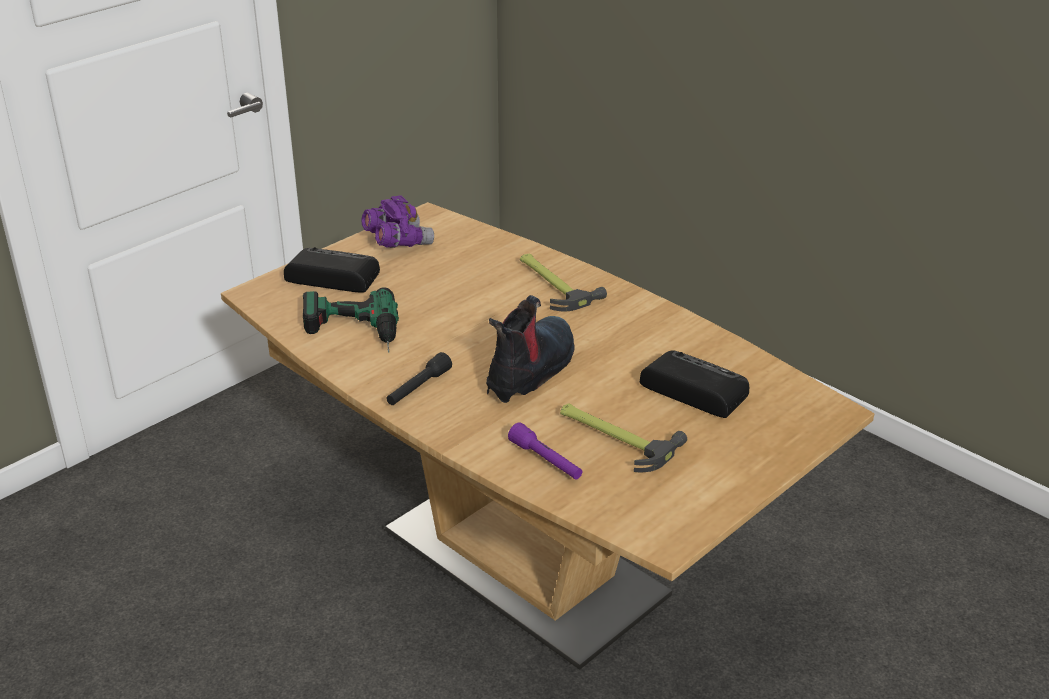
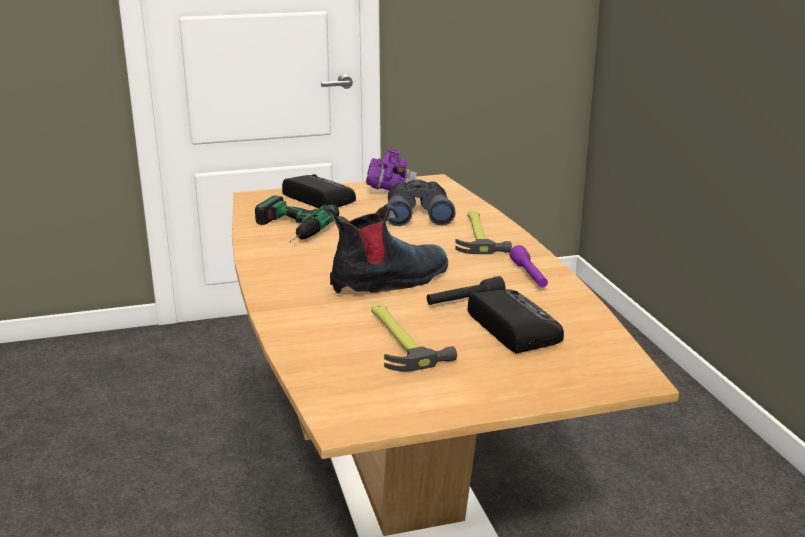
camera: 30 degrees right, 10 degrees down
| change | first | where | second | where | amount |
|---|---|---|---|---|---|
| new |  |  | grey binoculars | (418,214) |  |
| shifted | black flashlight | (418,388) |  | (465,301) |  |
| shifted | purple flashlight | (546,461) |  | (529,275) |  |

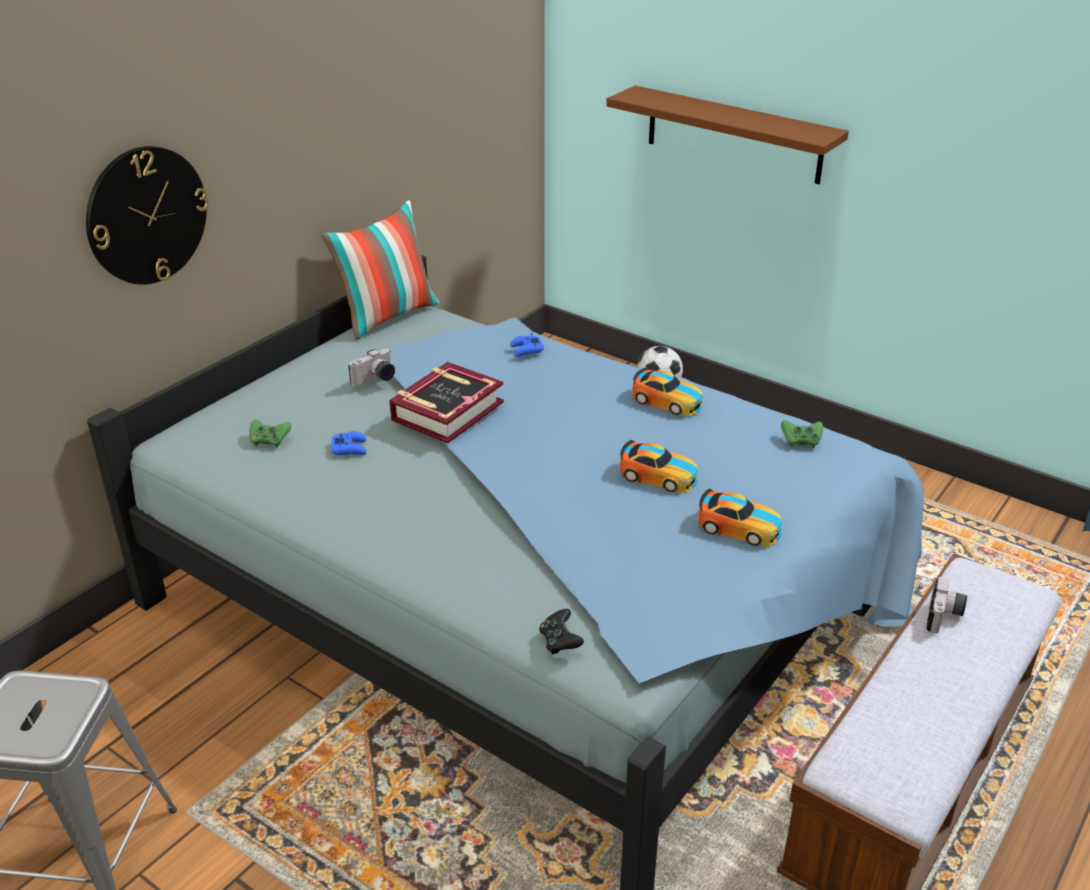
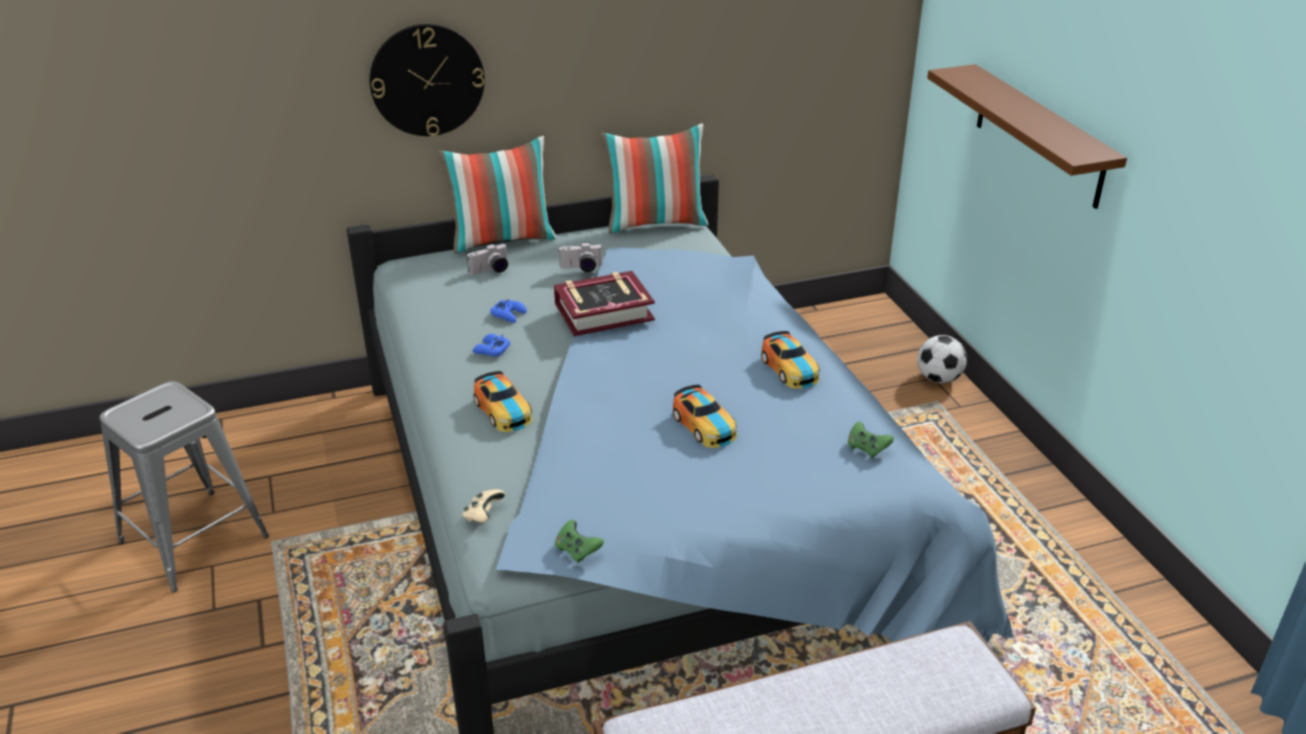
camera: 35 degrees right, 0 degrees up
| change | first | where | second | where | amount |
|---|---|---|---|---|---|
| new |  |  | pillow | (502,240) |  |
| shifted | green game controller | (269,441) |  | (577,550) |  |
| shifted | blue game controller | (526,350) |  | (491,350) |  |
| shifted | toy car | (739,527) |  | (503,411) |  |
| shifted | photo camera | (944,616) |  | (491,271) |  |
| repainted | black game controller | (560,642) | beige game controller | (483,515) |  |

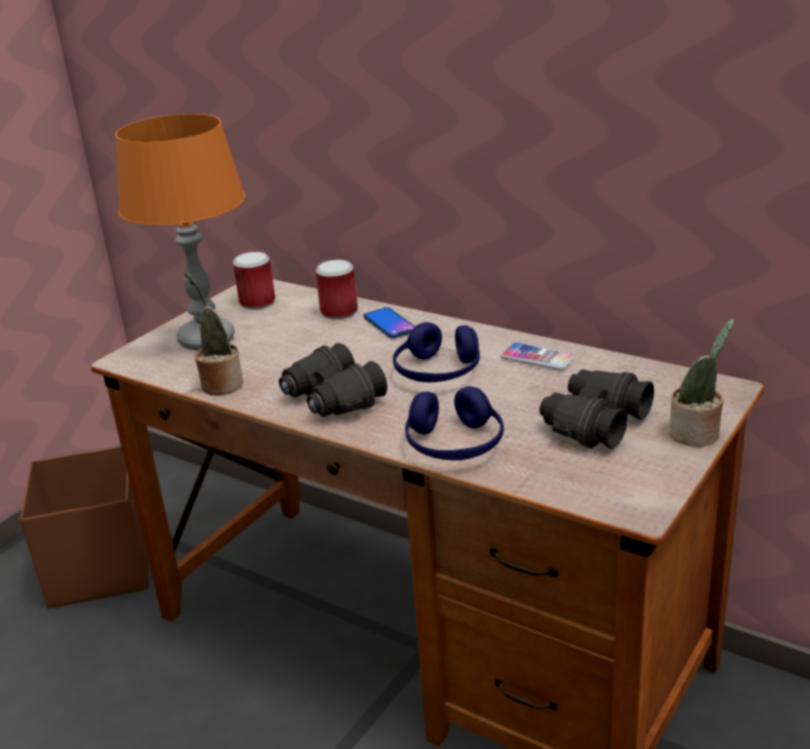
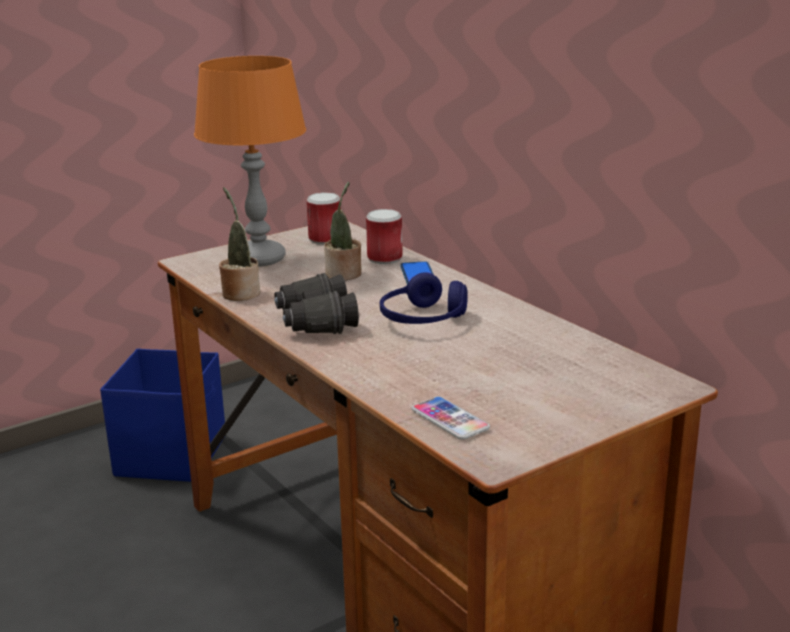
camera: 20 degrees right, 5 degrees down
| change | first | where | second | where | amount |
|---|---|---|---|---|---|
| gone | blue headphones | (454,445) |  |  |  |
| gone | black binoculars | (594,423) |  |  |  |
| shifted | phone | (537,358) |  | (450,419) |  |
| shifted | potted plant | (697,435) |  | (344,275) |  |
| repainted | brown storage box | (101,566) | blue storage box | (173,455) |  |

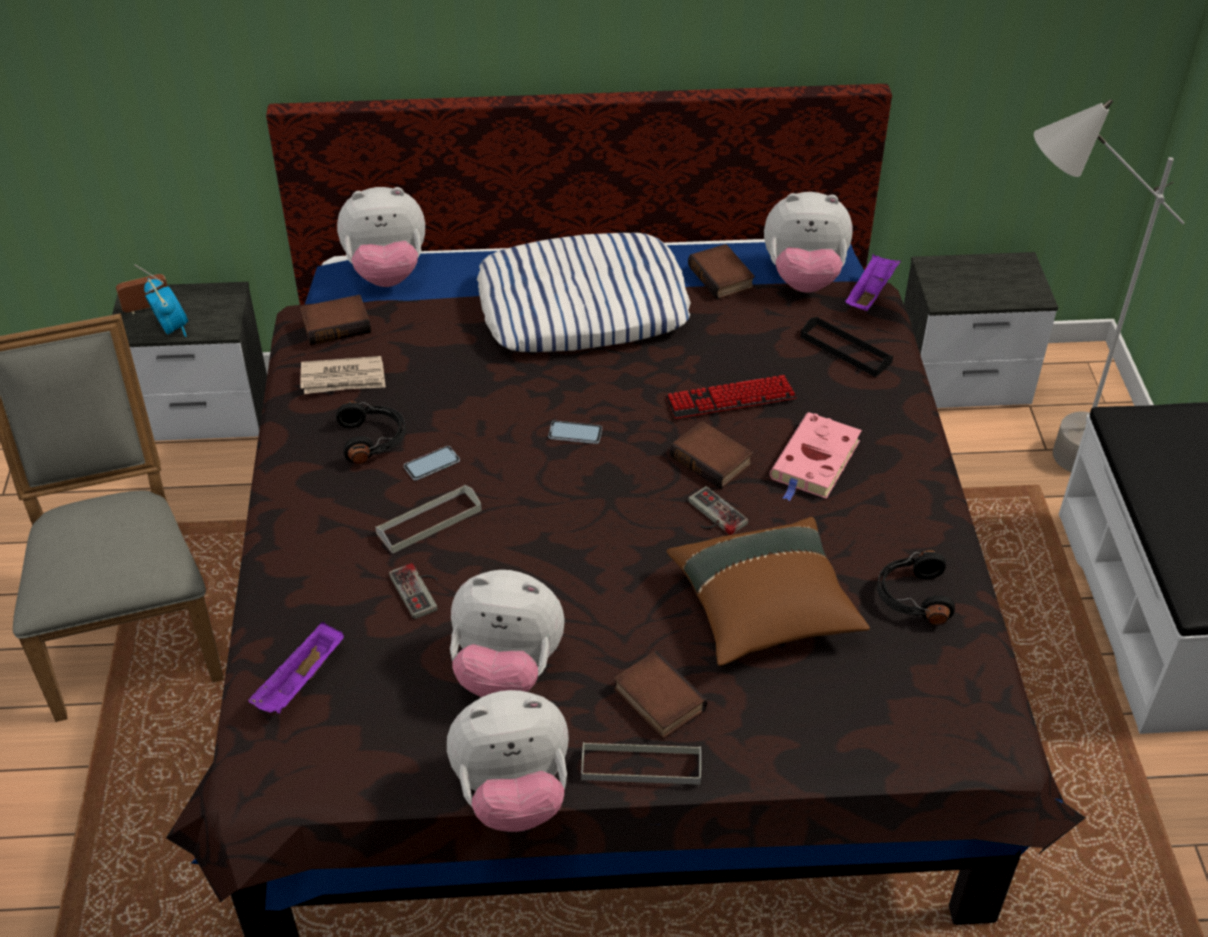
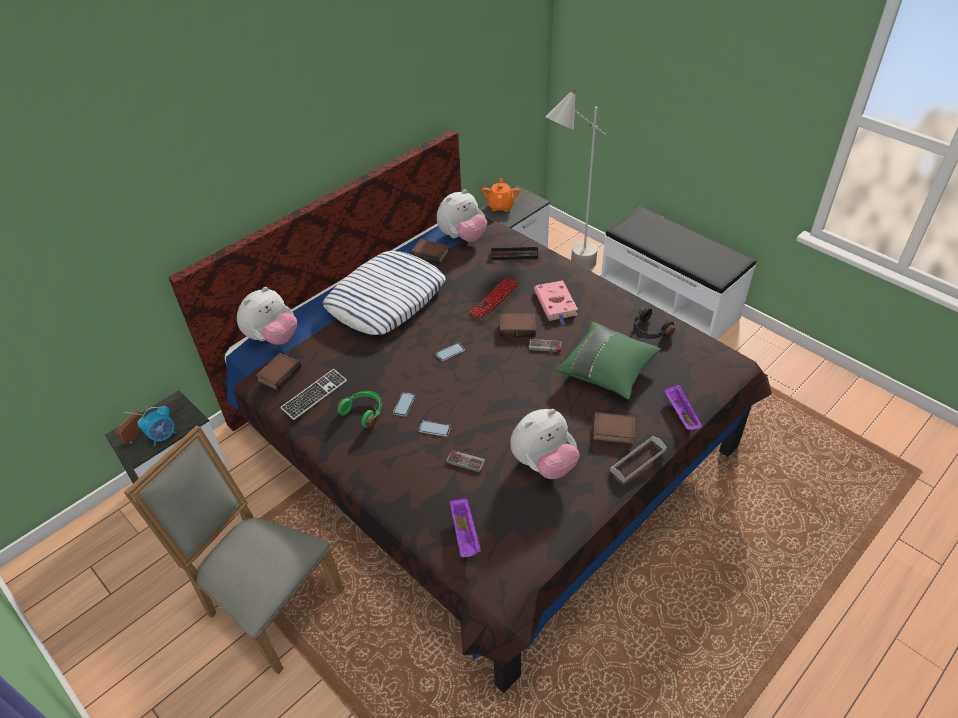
camera: 40 degrees left, 0 degrees up
| change | first | where | second | where | amount |
|---|---|---|---|---|---|
| gone | plush toy | (513,794) |  |  |  |
| new |  |  | orange teapot | (500,206) |  |
| shifted | purple tray | (870,294) |  | (680,413) |  |
| swapped | newspaper | (343,379) | keyboard | (314,395) |  |
| swapped | grey tray | (429,522) | phone | (434,428) |  |
| repainted | black headphones | (373,440) | green headphones | (364,412) |  |
| repainted | brown pillow | (764,610) | green pillow | (607,371) |  |
| rotated | alarm clock | (172,328) |  | (163,436) | 120 degrees clockwise |

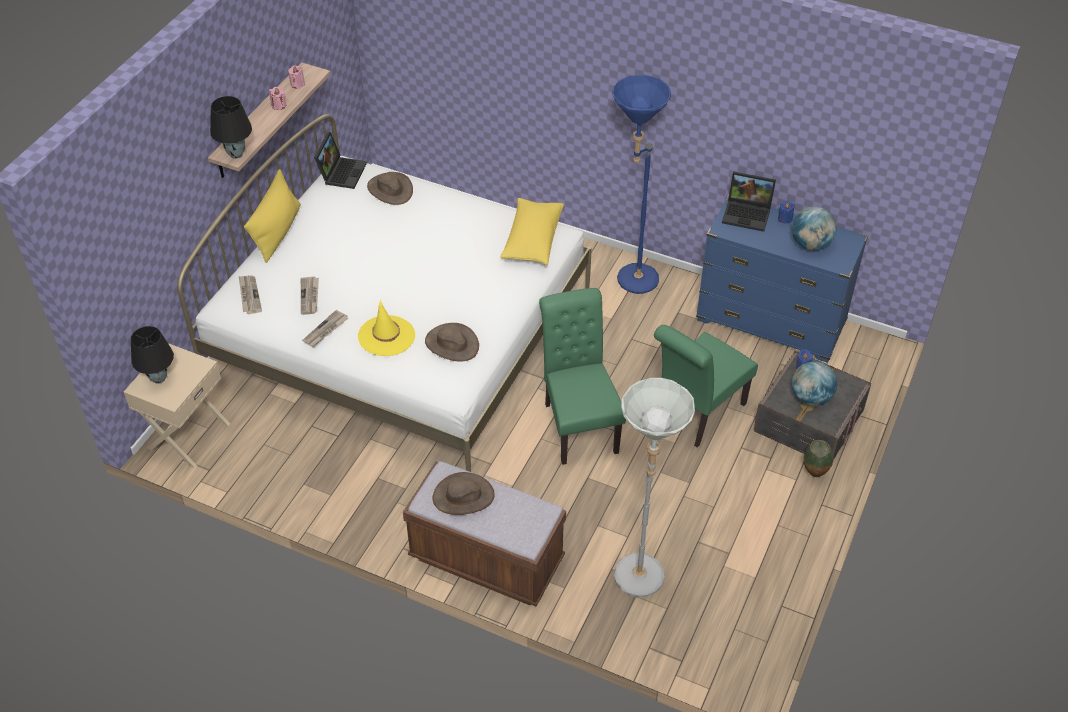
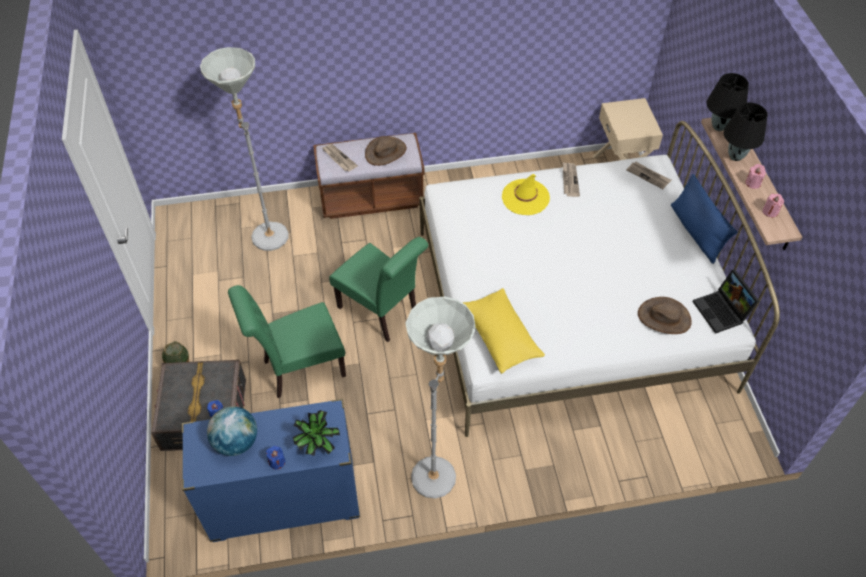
camera: 145 degrees right, 5 degrees up
| change | first | where | second | where | amount |
|---|---|---|---|---|---|
| gone | brown hat | (451,344) |  |  |  |
| gone | globe | (810,398) |  |  |  |
| shifted | black table lamp | (159,378) |  | (735,156) |  |
| shifted | newspaper | (310,297) |  | (339,158) |  |
| swapped | laptop | (748,213) | potted plant | (317,446) |  |
| repainted | yellow pillow | (277,232) | blue pillow | (696,232) |  |
| repainted | blue floor lamp | (630,283) | grey floor lamp | (437,469) |  |
| rotated | green chair | (696,414) |  | (298,369) | 120 degrees counterclockwise |

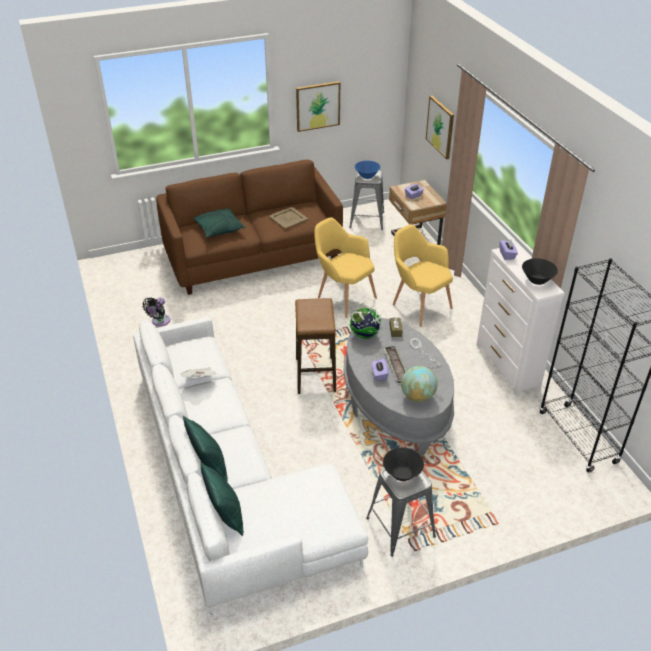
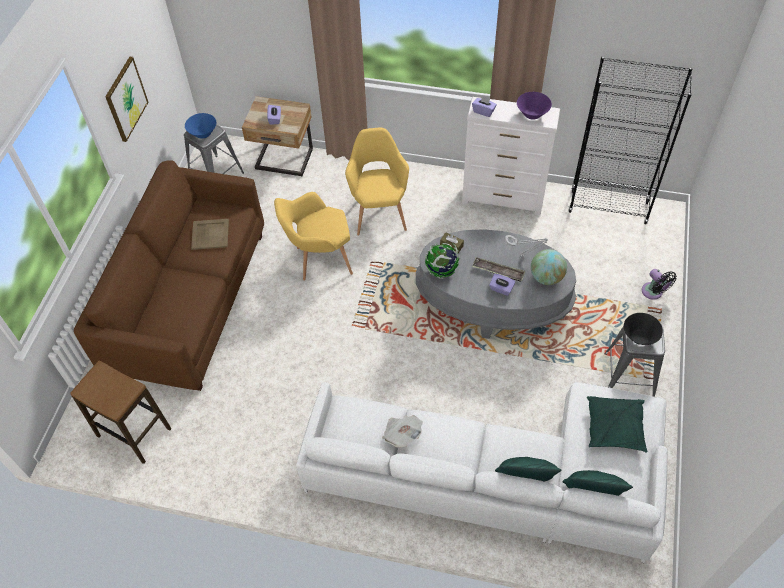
camera: 55 degrees left, 15 degrees up
| change | first | where | second | where | amount |
|---|---|---|---|---|---|
| gone | picture | (440,127) |  |  |  |
| shifted | black fan | (159,321) |  | (653,293) |  |
| shifted | green pillow | (219,229) |  | (614,428) |  |
| shifted | stool | (315,375) |  | (134,432) |  |
| repainted | black bowl | (537,280) | purple bowl | (532,114) |  |
| rotated | yellow armchair | (418,305) |  | (379,211) | 90 degrees clockwise |

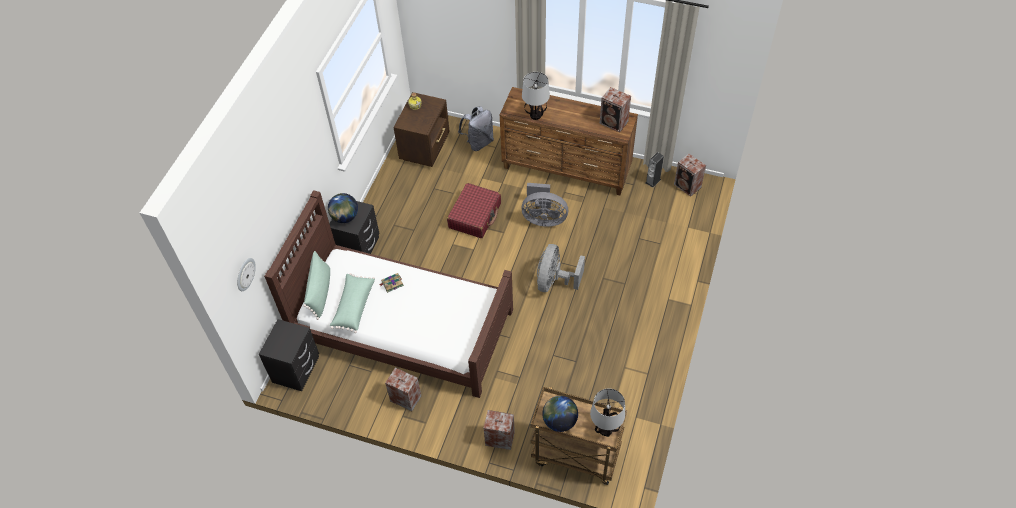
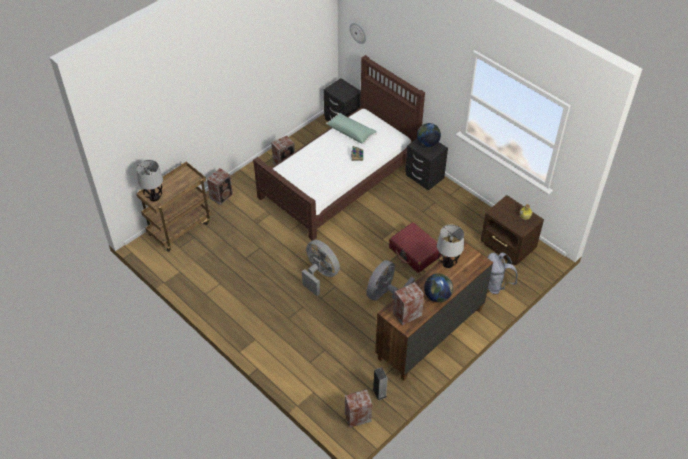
camera: 115 degrees right, 5 degrees down
| change | first | where | second | where | amount |
|---|---|---|---|---|---|
| gone | green pillow | (320,292) |  |  |  |
| shifted | globe | (559,421) |  | (437,296) |  |

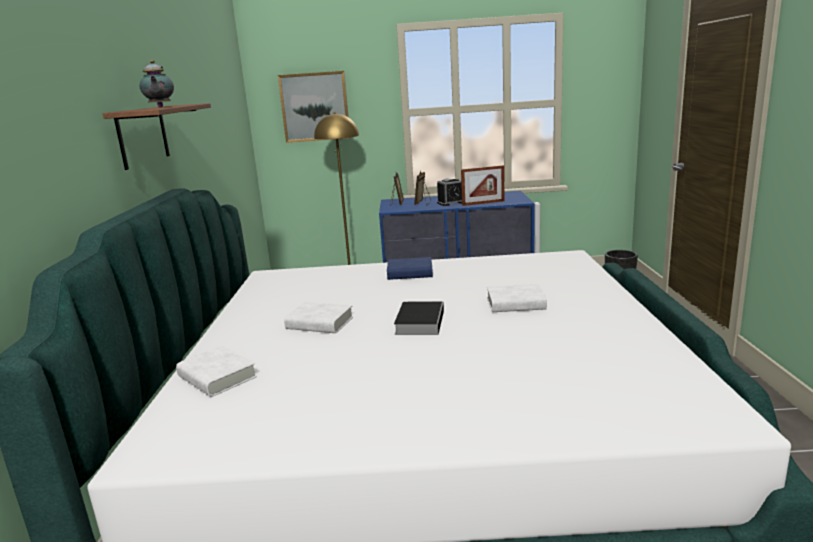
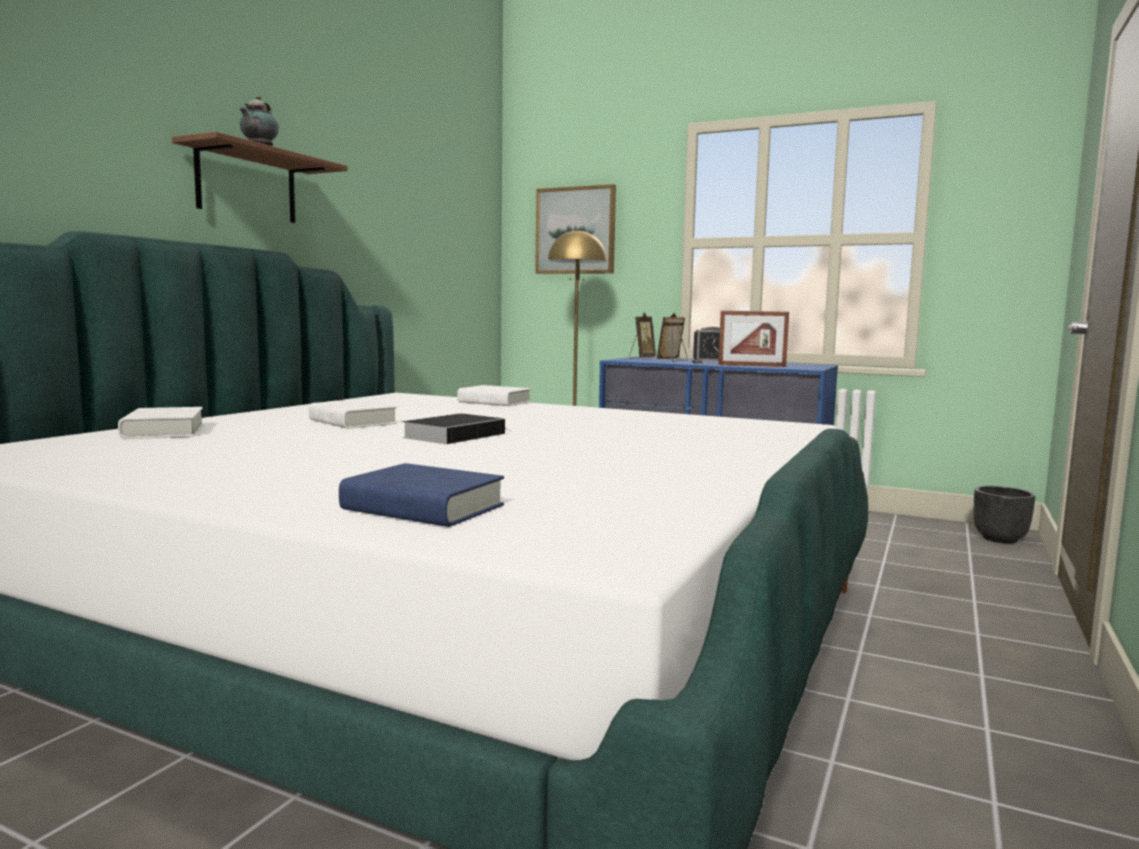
camera: 25 degrees right, 10 degrees down
| change | first | where | second | where | amount |
|---|---|---|---|---|---|
| shifted | blue book | (410,273) |  | (423,508) |  |
| shifted | white book | (515,304) |  | (494,402) |  |

